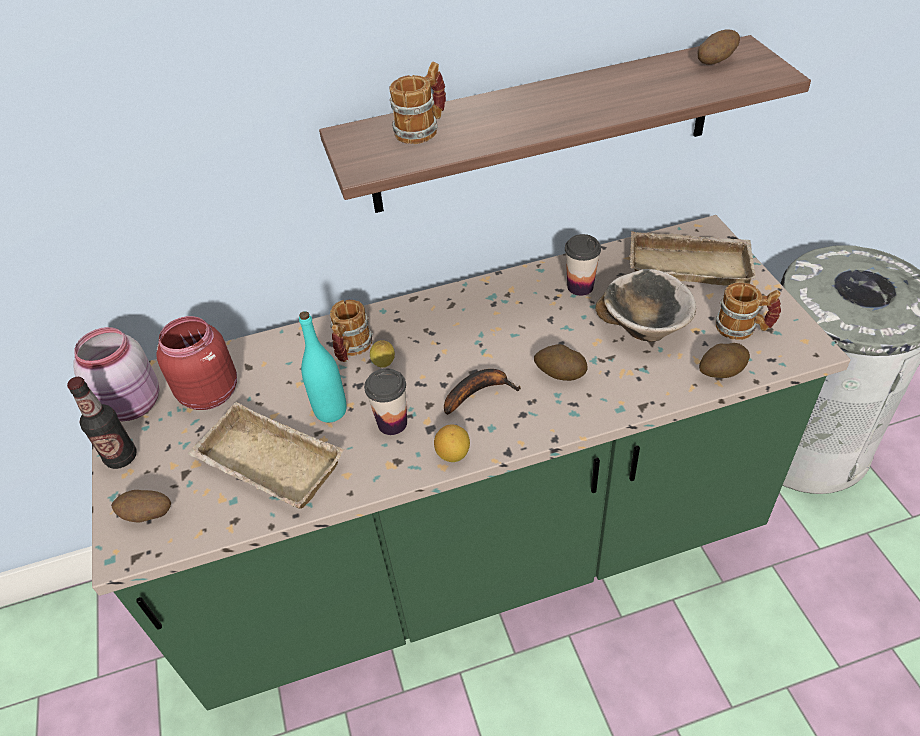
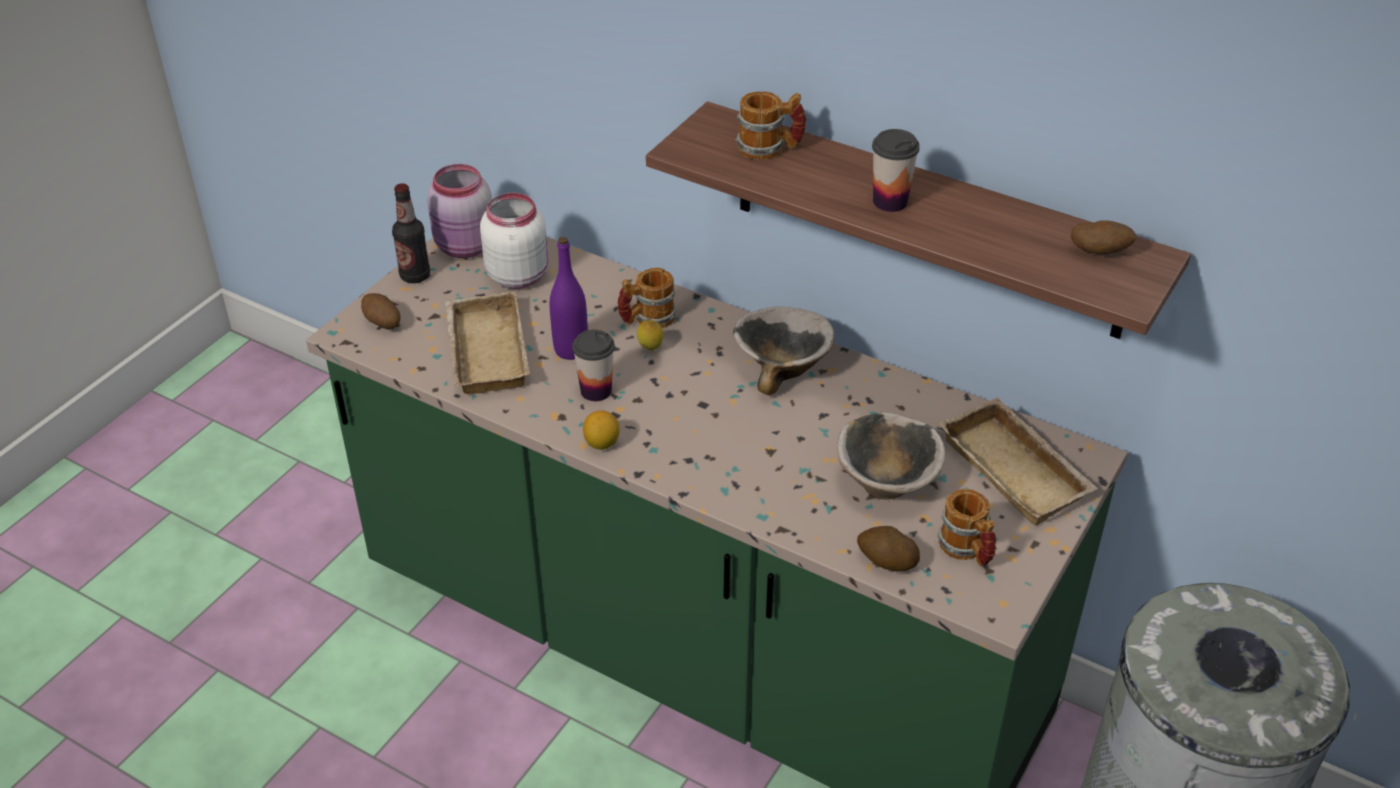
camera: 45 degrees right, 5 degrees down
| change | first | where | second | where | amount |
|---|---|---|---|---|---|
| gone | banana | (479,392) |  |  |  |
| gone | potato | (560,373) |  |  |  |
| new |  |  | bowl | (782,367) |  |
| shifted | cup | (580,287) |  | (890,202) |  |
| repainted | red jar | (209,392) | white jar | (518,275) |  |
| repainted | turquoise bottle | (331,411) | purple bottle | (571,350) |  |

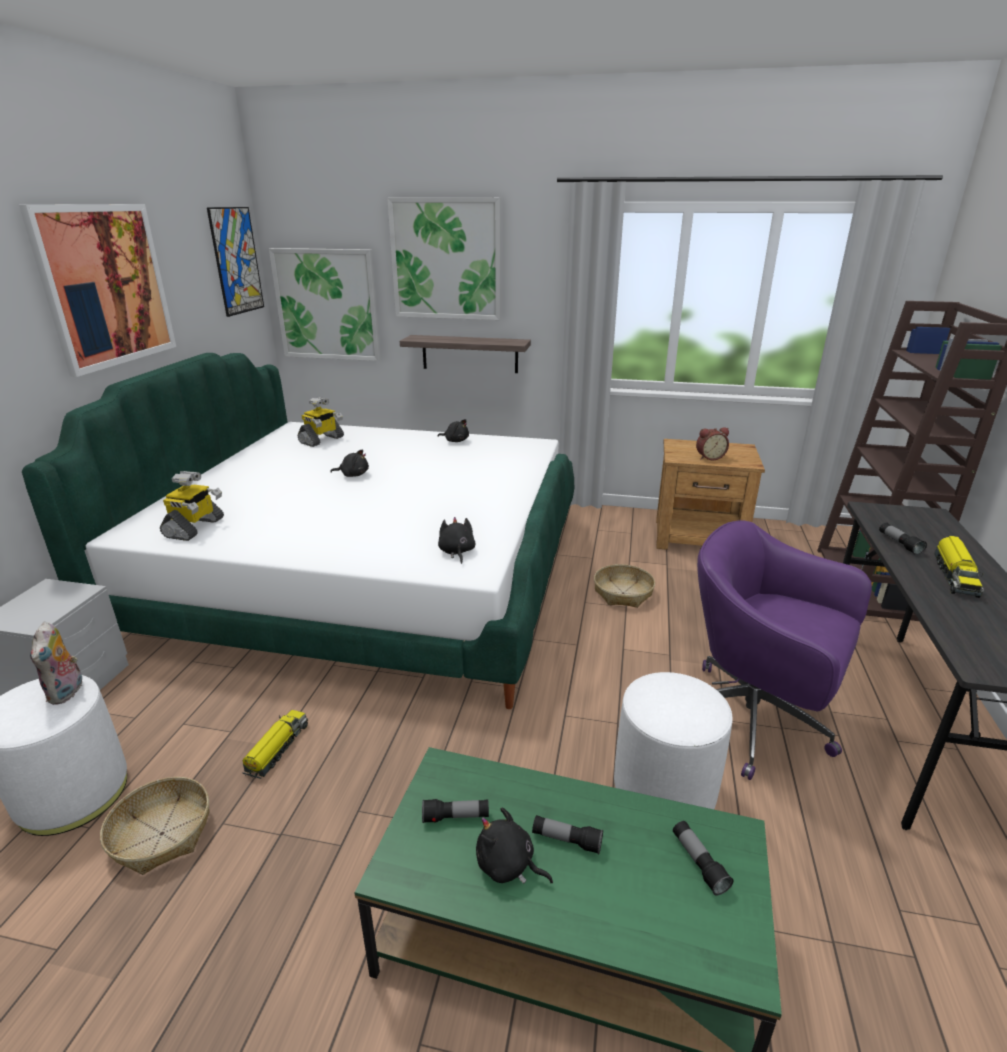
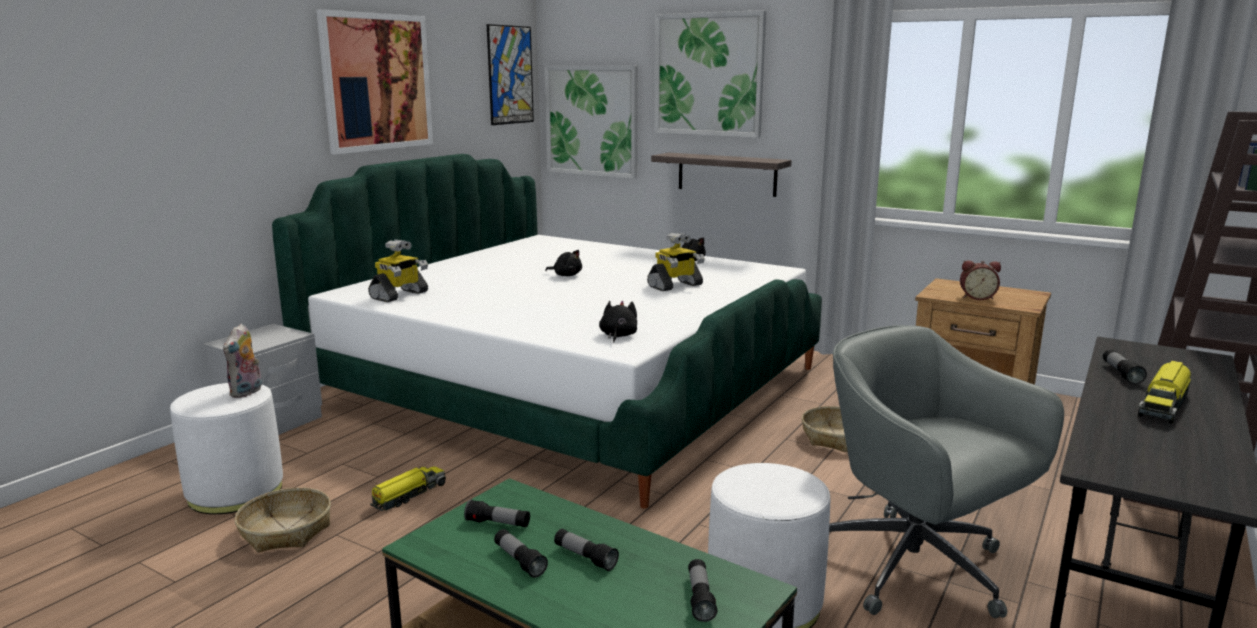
camera: 20 degrees right, 10 degrees down
| change | first | where | second | where | amount |
|---|---|---|---|---|---|
| shifted | toy robot | (322,440) |  | (675,286) |  |
| swapped | black plush toy | (508,865) | flashlight | (519,561) |  |
| repainted | purple office chair | (754,721) | grey office chair | (917,570) |  |

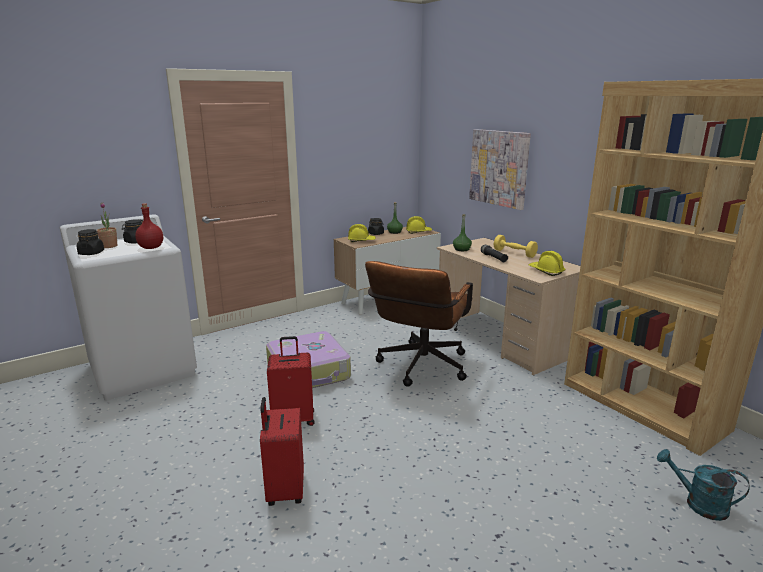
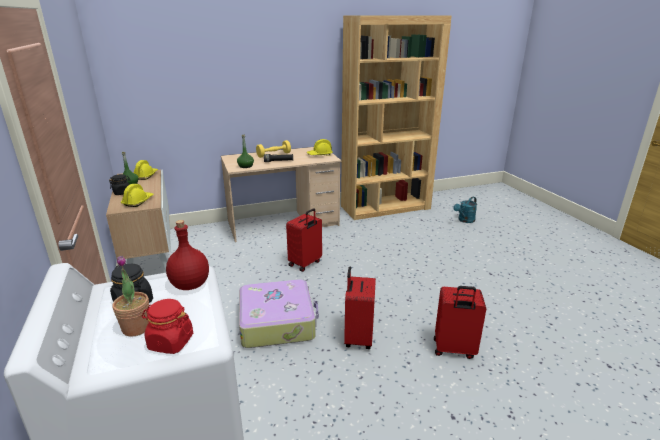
camera: 75 degrees left, 5 degrees up
| change | first | where | second | where | amount |
|---|---|---|---|---|---|
| gone | picture | (499,168) |  |  |  |
| swapped | brown office chair | (420,368) | red suitcase | (305,264) |  |
| repainted | black jar | (91,253) | red jar | (170,342) |  |

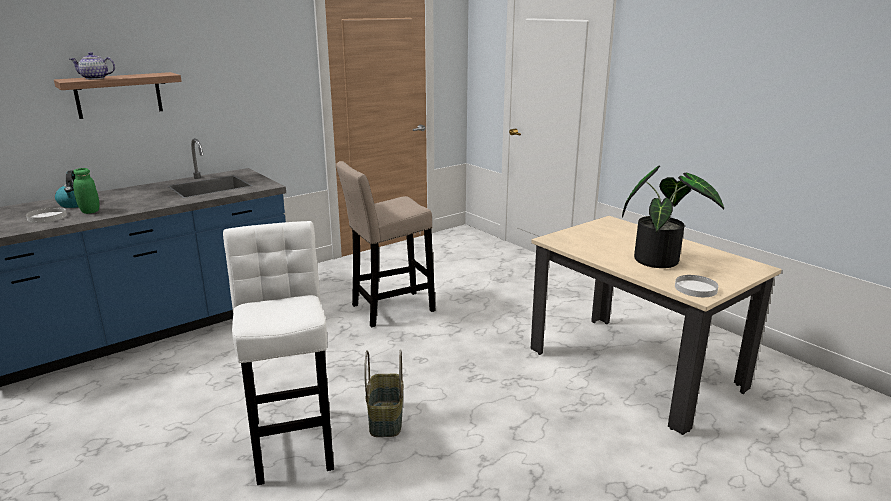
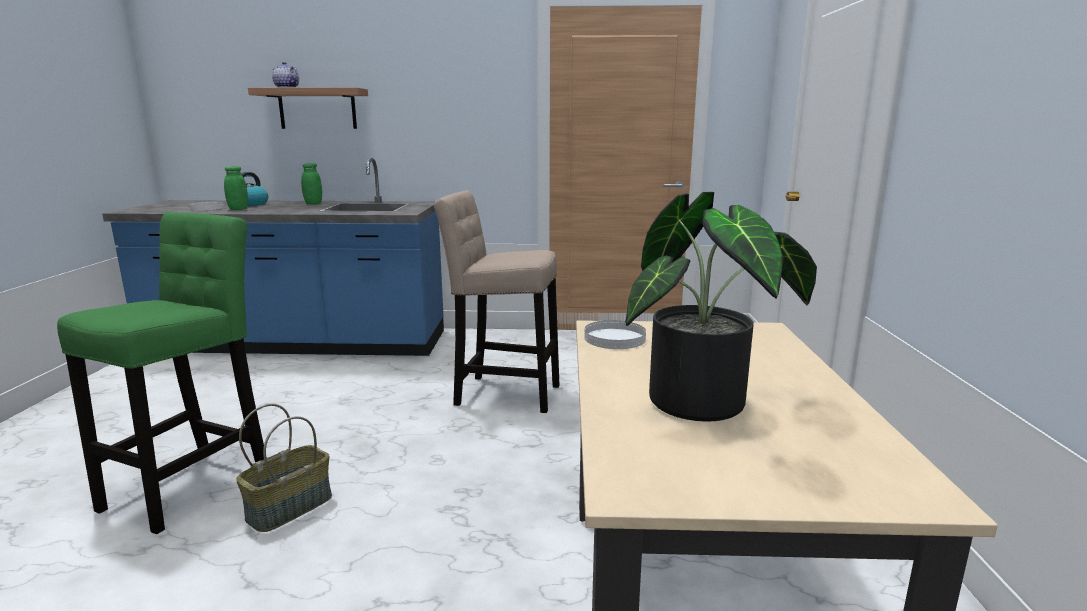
camera: 40 degrees right, 5 degrees down
| change | first | where | second | where | amount |
|---|---|---|---|---|---|
| new |  |  | green jar | (313,203) |  |
| shifted | white plate | (696,288) |  | (614,338) |  |
| repainted | white stool | (292,439) | green stool | (194,483) |  |

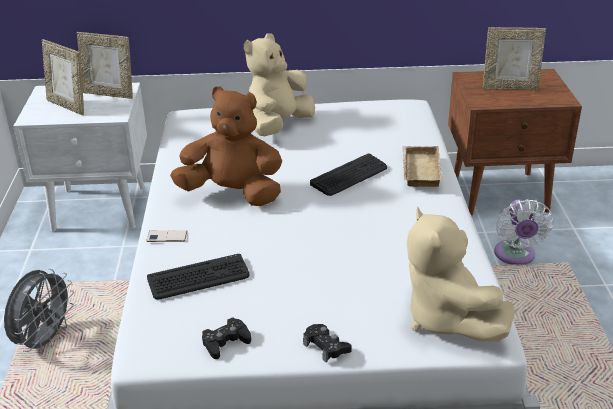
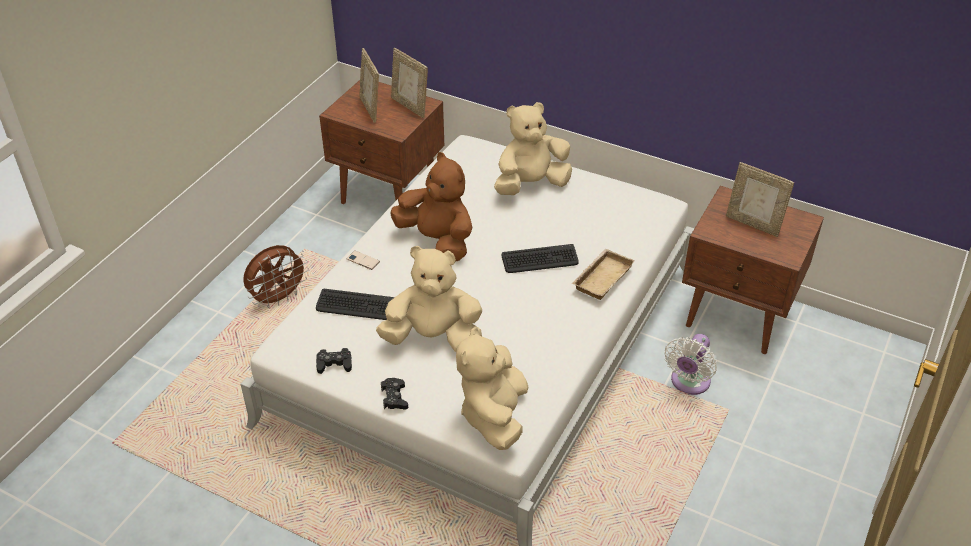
camera: 30 degrees right, 10 degrees up
| change | first | where | second | where | amount |
|---|---|---|---|---|---|
| new |  |  | beige plush toy | (433,337) |  |
| repainted | grey fan | (45,341) | brown fan | (278,298) |  |
| repainted | white nightstand | (101,208) | brown nightstand | (390,196) |  |

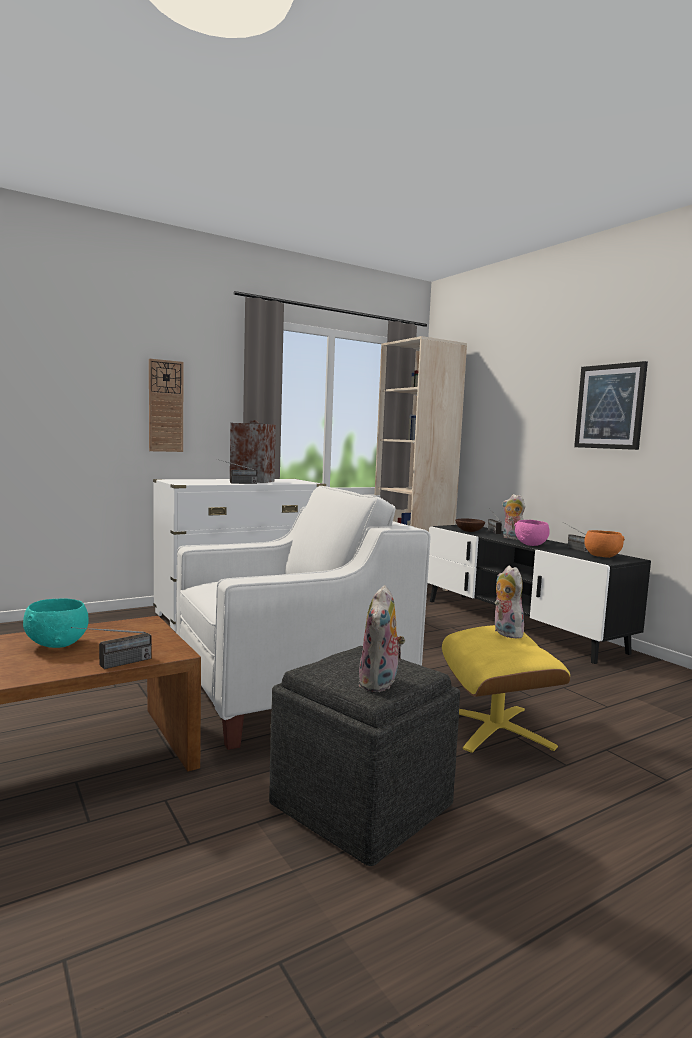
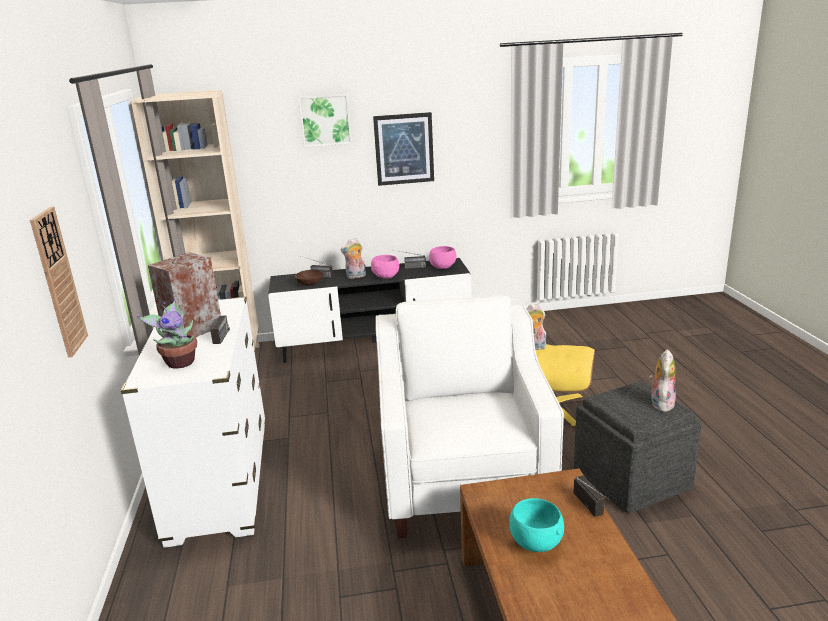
camera: 65 degrees left, 15 degrees up
| change | first | where | second | where | amount |
|---|---|---|---|---|---|
| new |  |  | potted plant | (179,362) |  |
| new |  |  | picture | (325,120) |  |
| repainted | orange bowl | (601,556) | pink bowl | (442,267) |  |
| rotated | plush toy | (380,684) |  | (660,403) | 105 degrees counterclockwise |

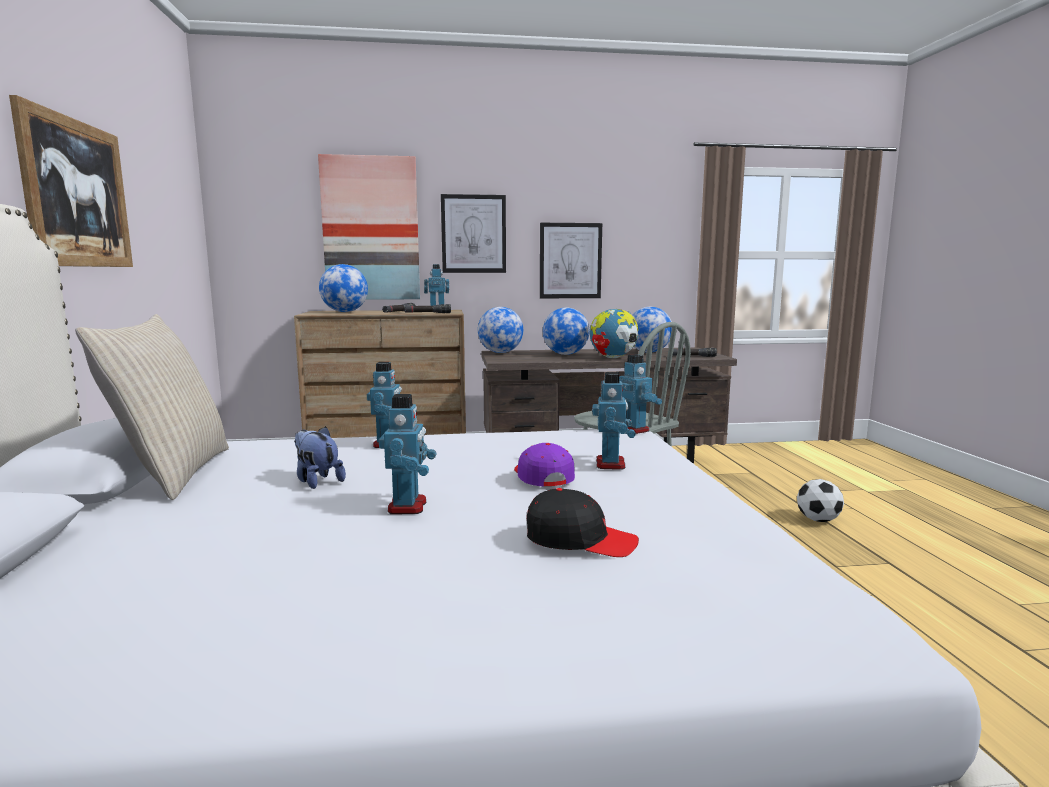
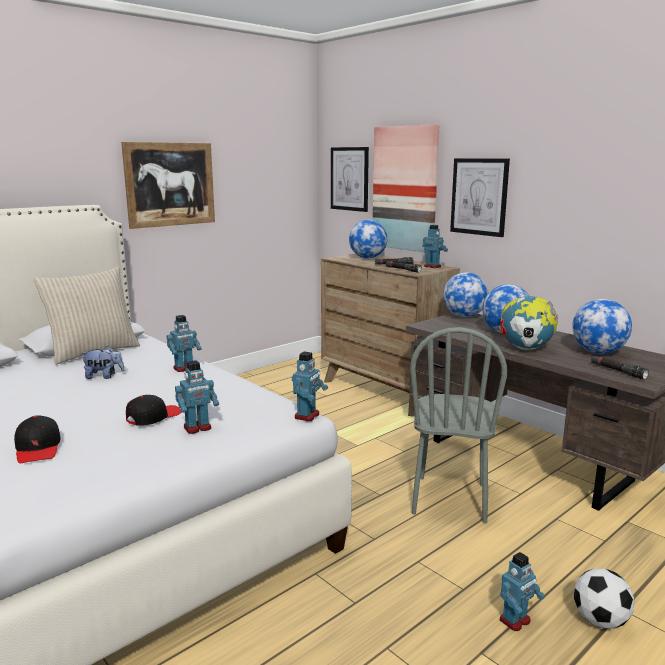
camera: 55 degrees right, 5 degrees up
| change | first | where | second | where | amount |
|---|---|---|---|---|---|
| shifted | toy robot | (408,506) |  | (515,621) |  |
| shifted | picture | (570,261) |  | (349,179) |  |
| repainted | purple cap | (542,477) | black cap | (153,417) |  |
| rotated | plush toy | (317,481) |  | (104,376) | 75 degrees clockwise |

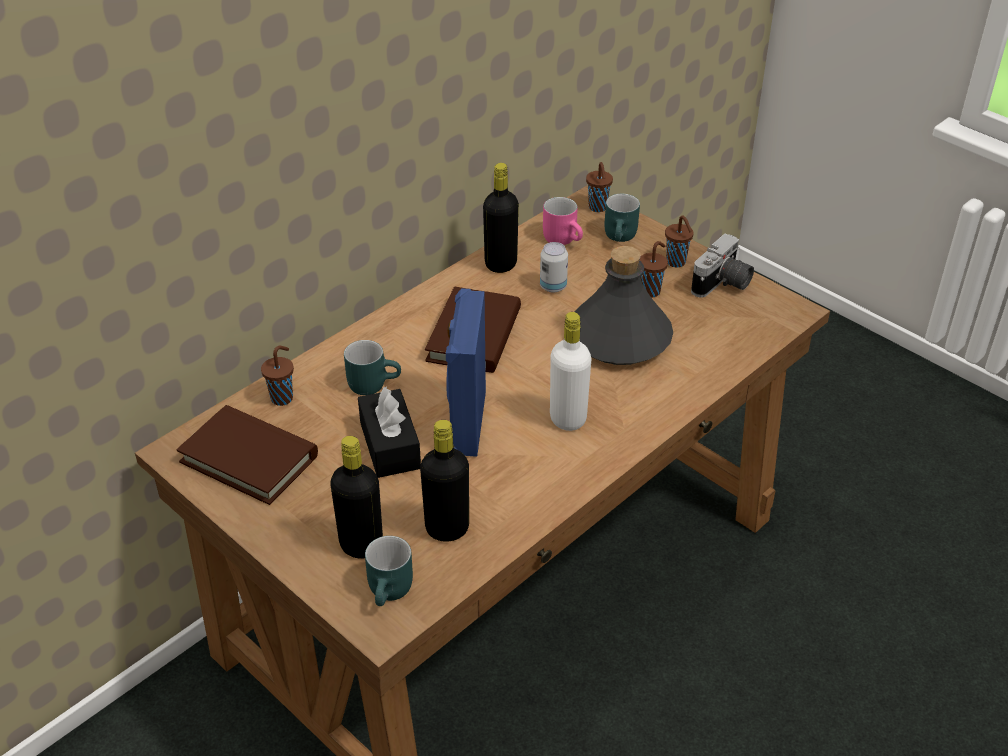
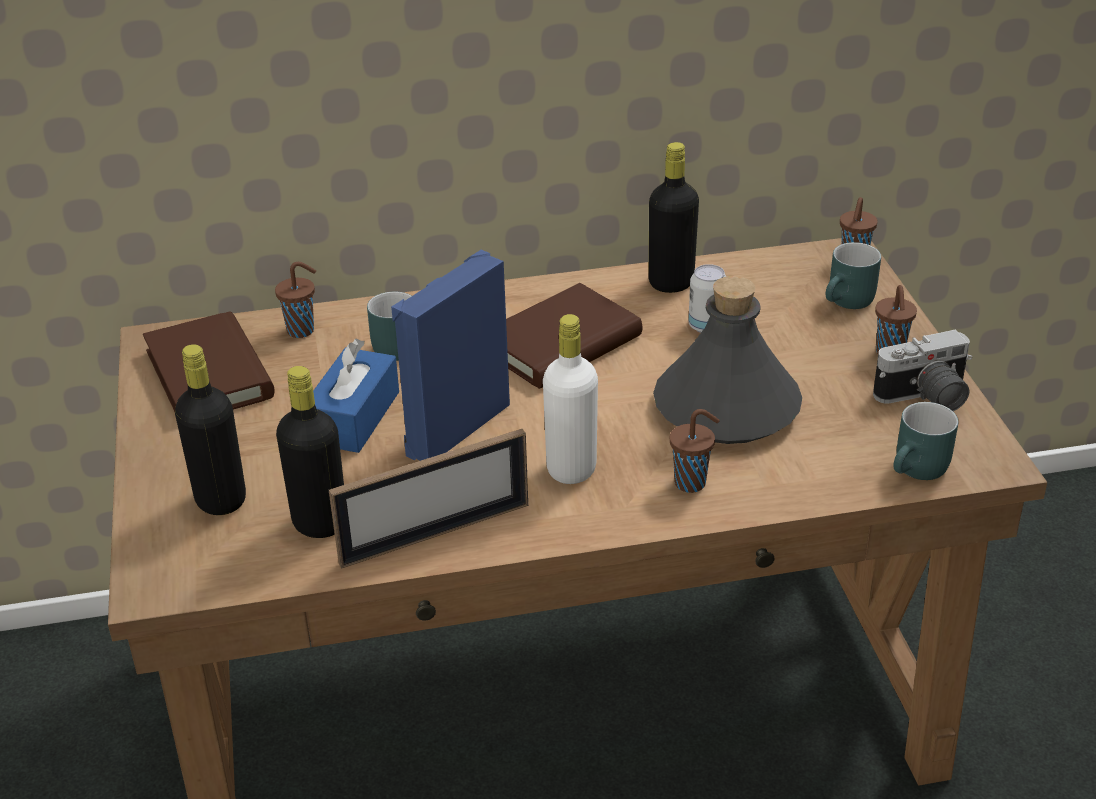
camera: 35 degrees right, 5 degrees down
| change | first | where | second | where | amount |
|---|---|---|---|---|---|
| gone | pink mug | (564,238) |  |  |  |
| new |  |  | picture frame | (435,533) |  |
| shifted | turquoise mug | (392,592) |  | (920,472) |  |
| shifted | brown cup | (651,291) |  | (692,483) |  |
| repainted | black tissue box | (390,445) | blue tissue box | (354,417) |  |

